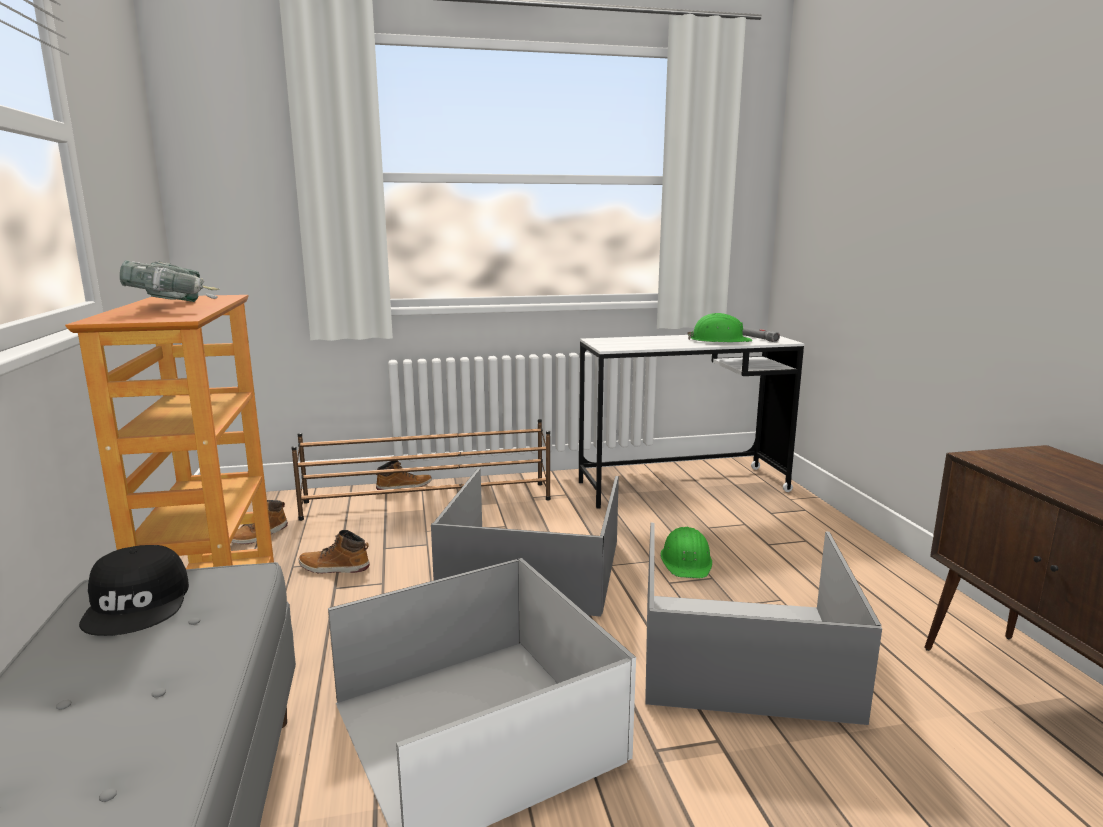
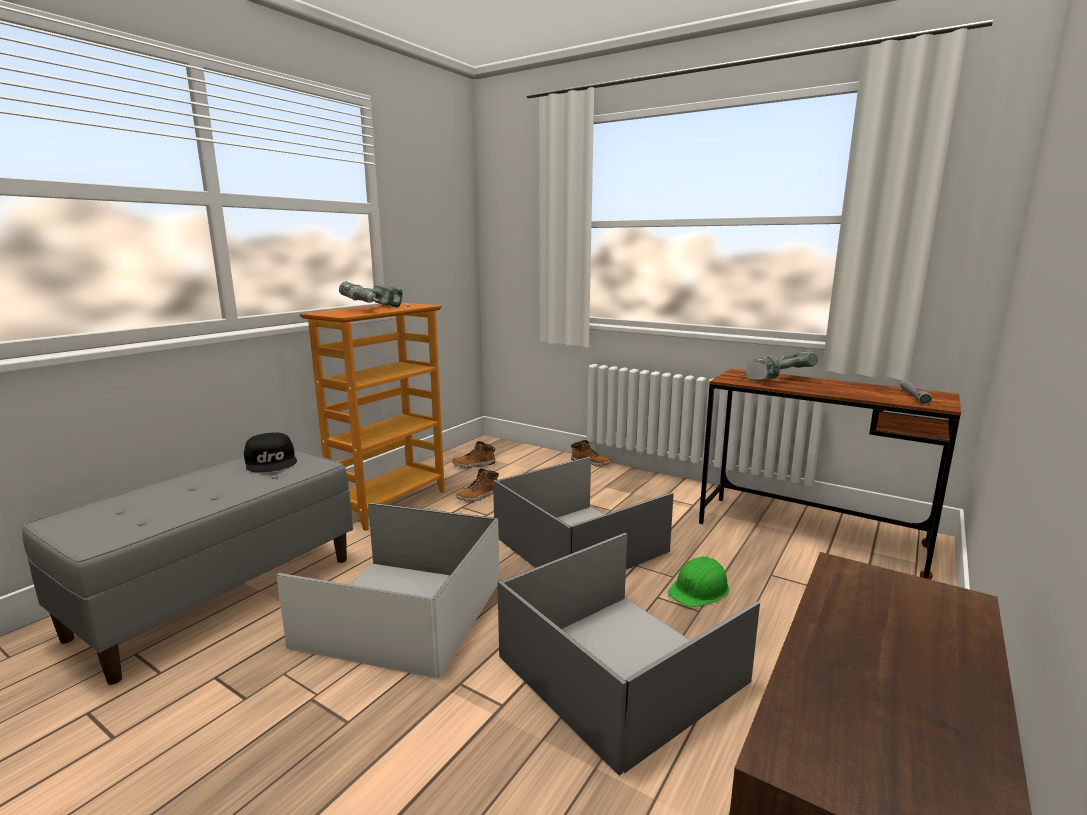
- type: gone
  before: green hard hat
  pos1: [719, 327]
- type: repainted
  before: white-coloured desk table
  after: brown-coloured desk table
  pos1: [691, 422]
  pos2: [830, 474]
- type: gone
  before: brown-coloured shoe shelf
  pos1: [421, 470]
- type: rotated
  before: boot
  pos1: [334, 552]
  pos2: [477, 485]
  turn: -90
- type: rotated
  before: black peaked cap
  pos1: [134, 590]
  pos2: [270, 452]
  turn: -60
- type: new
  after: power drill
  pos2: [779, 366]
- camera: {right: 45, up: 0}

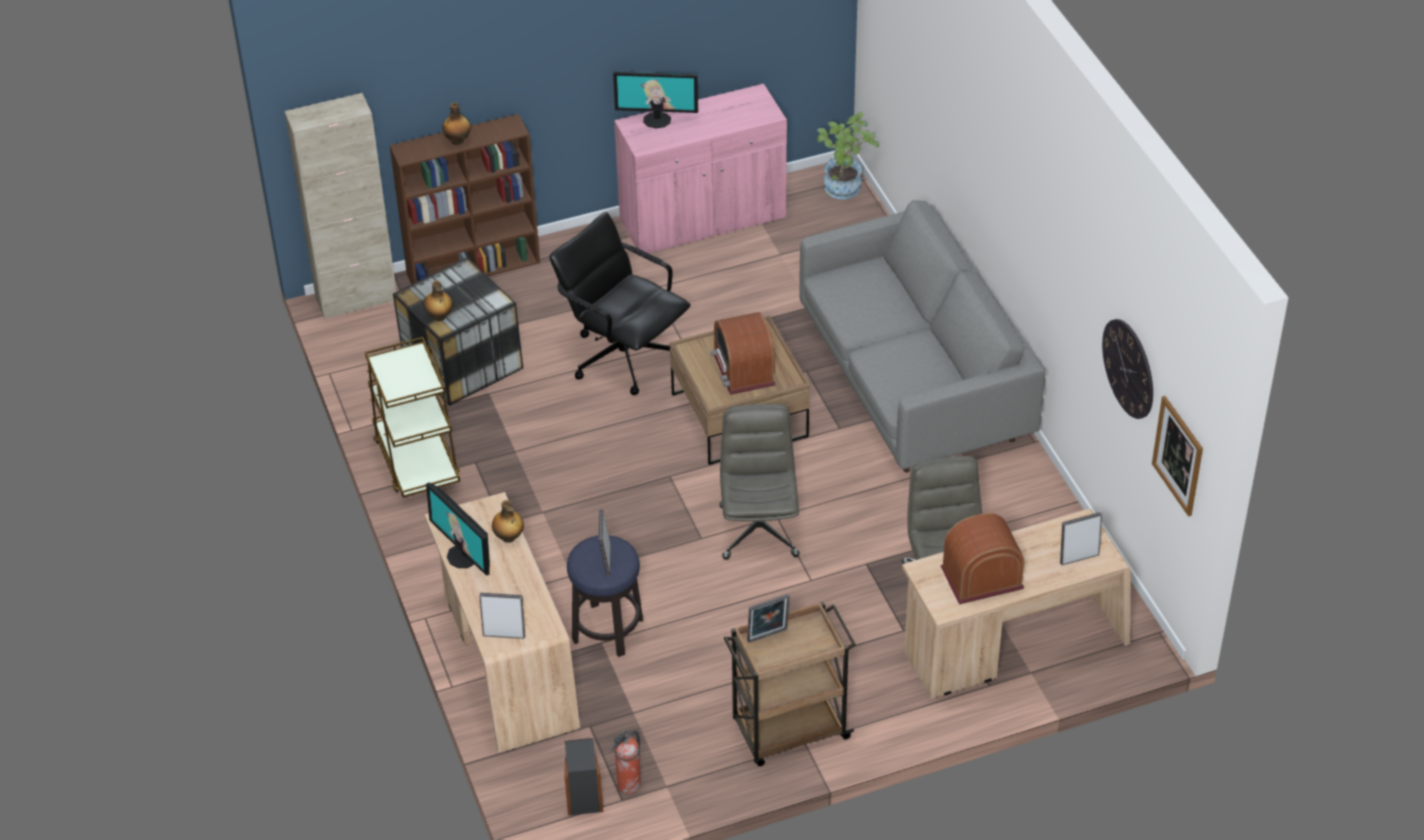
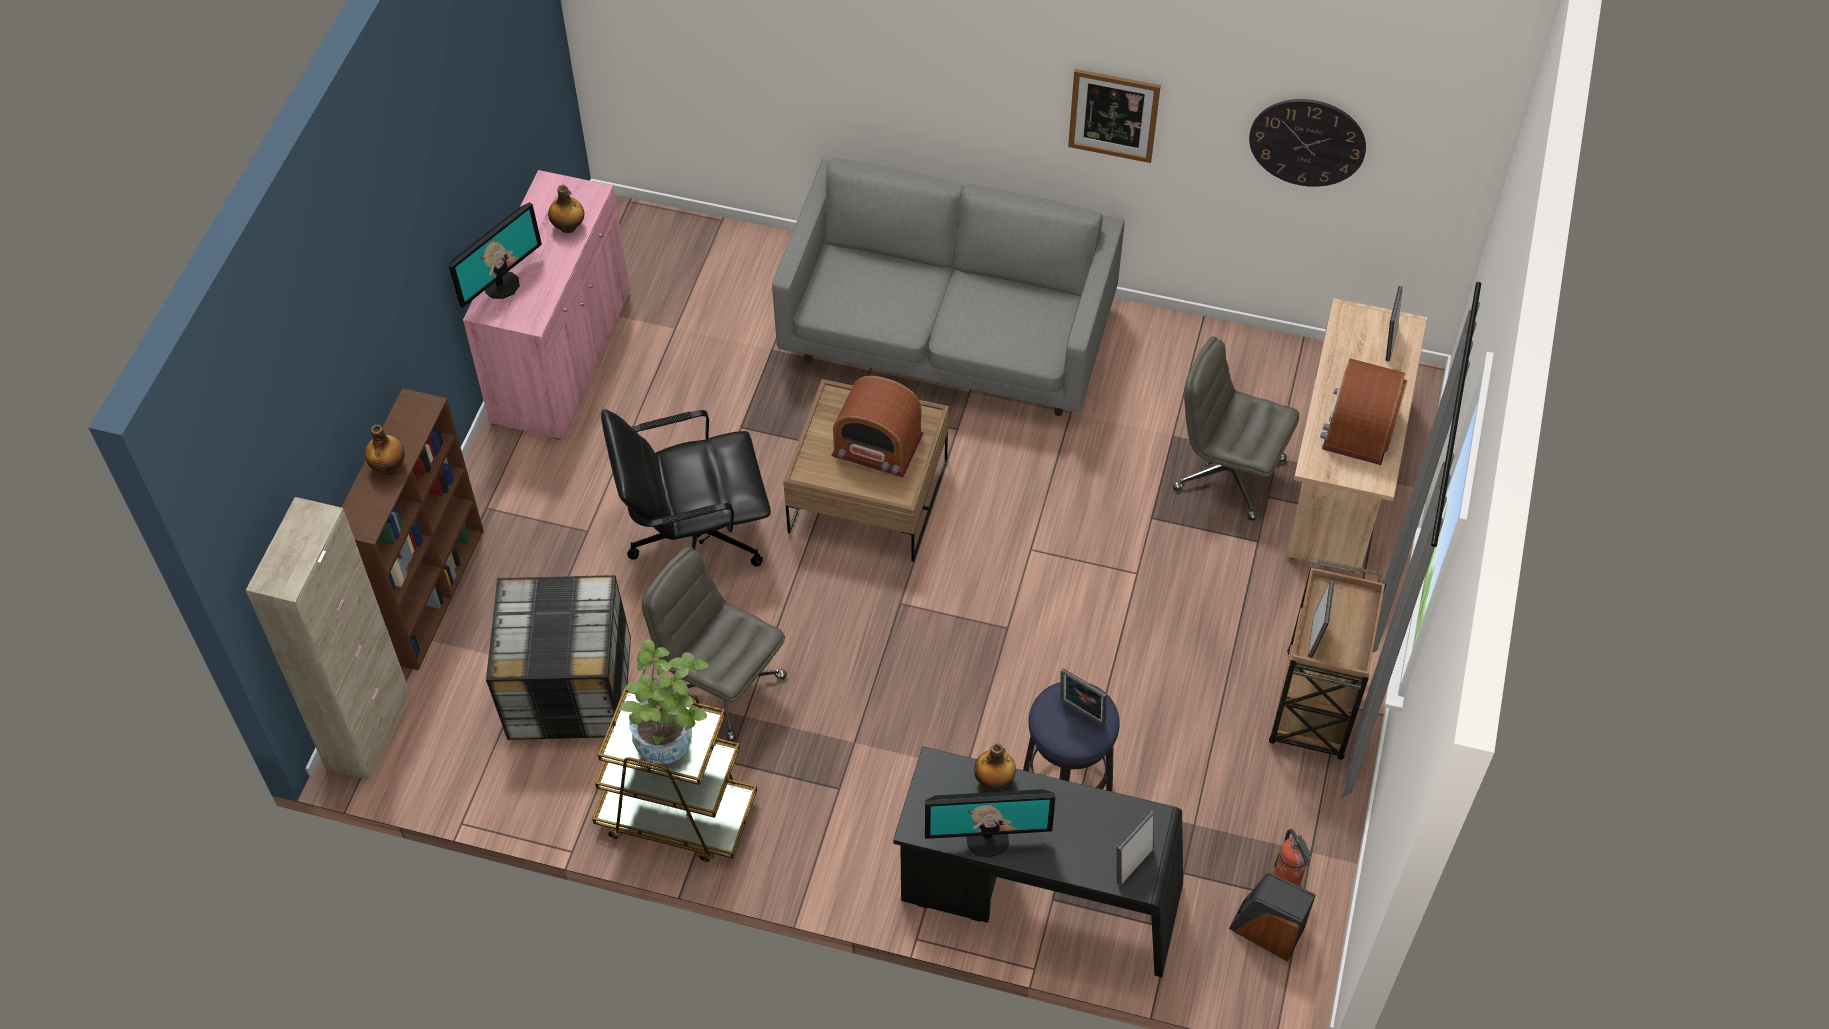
- type: shifted
  before: potted plant
  pos1: [848, 155]
  pos2: [664, 701]
- type: shifted
  before: drink bottle
  pos1: [438, 301]
  pos2: [566, 209]
- type: shifted
  before: wall picture
  pos1: [1177, 456]
  pos2: [1114, 116]
- type: shifted
  before: grey office chair
  pos1: [760, 482]
  pos2: [714, 644]
- type: repainted
  before: beige desk table
  after: black desk table
  pos1: [502, 622]
  pos2: [1038, 861]
- camera: {right: -55, up: 10}

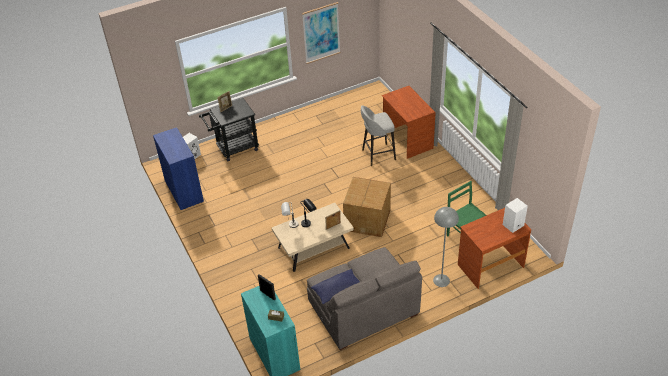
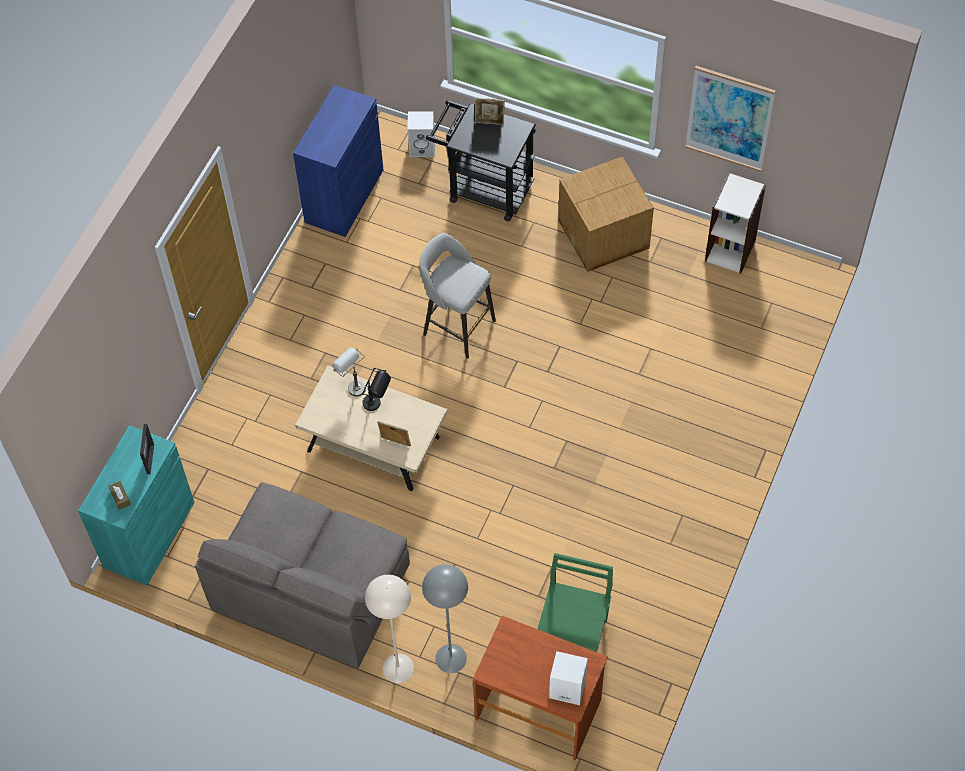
- type: gone
  before: brown-coloured desk table
  pos1: [409, 122]
- type: shifted
  before: grey stool
  pos1: [378, 135]
  pos2: [457, 296]
- type: shifted
  before: packing box
  pos1: [367, 207]
  pos2: [606, 214]
- type: gone
  before: blue-coloured throw pillow
  pos1: [335, 286]
- type: new
  after: shelving unit
  pos2: [735, 223]
- type: new
  after: beige floor lamp
  pos2: [389, 629]
- camera: {right: 50, up: 15}

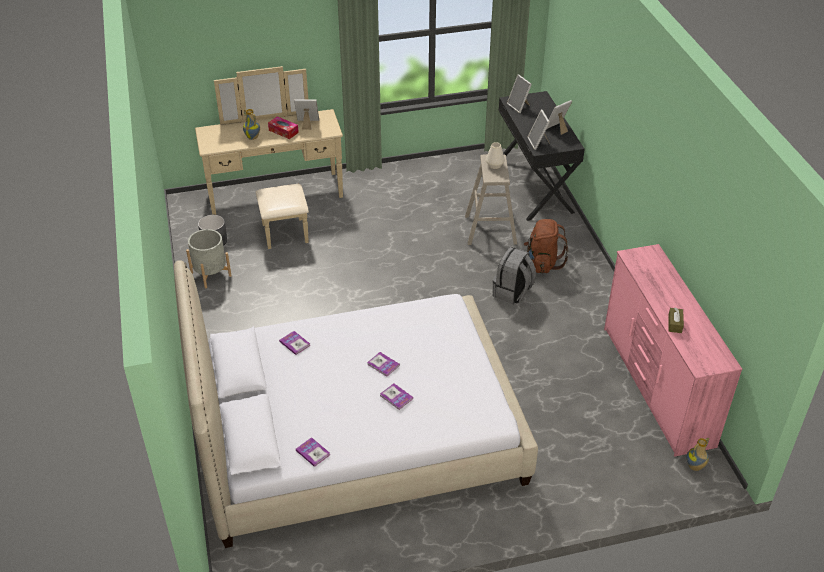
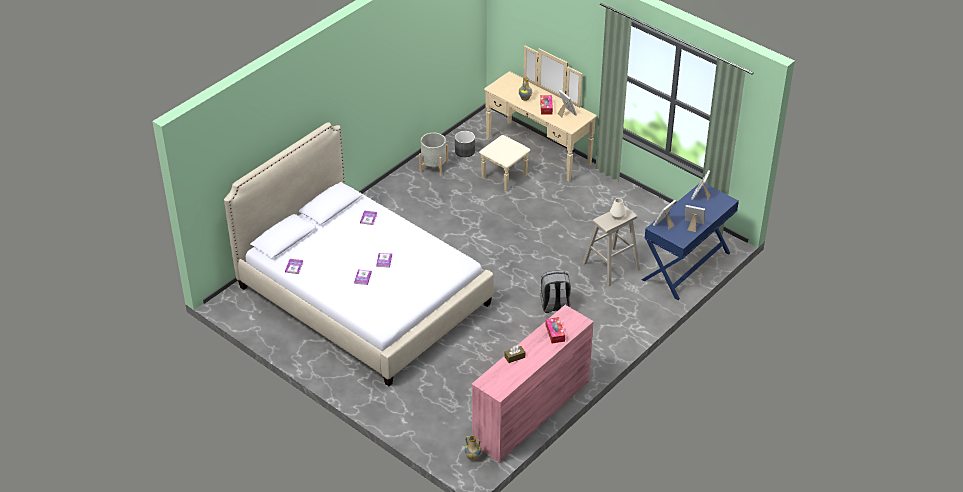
- type: repainted
  before: black desk table
  after: blue-coloured desk table
  pos1: [542, 156]
  pos2: [690, 241]
- type: gone
  before: brown-coloured rucksack
  pos1: [546, 246]
- type: new
  after: box of tissues
  pos2: [555, 330]
- camera: {right: 55, up: 0}

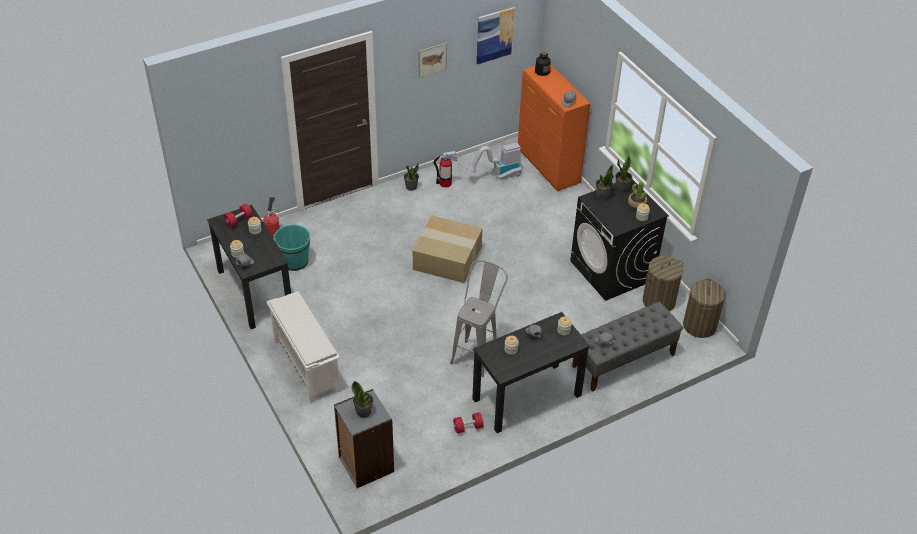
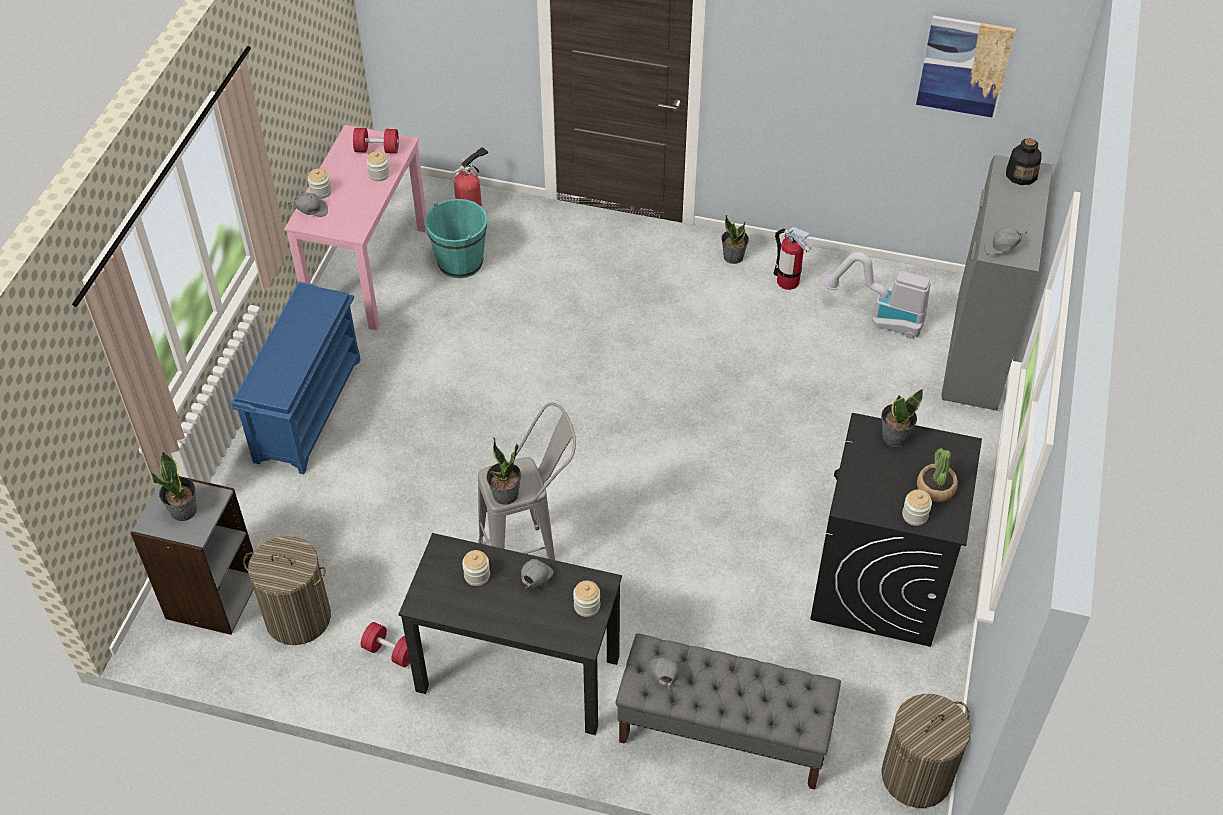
- type: gone
  before: wall picture
  pos1: [432, 60]
- type: repainted
  before: orangey cabinet
  after: grey cabinet
  pos1: [554, 127]
  pos2: [996, 283]
- type: shifted
  before: potted plant
  pos1: [623, 173]
  pos2: [504, 471]
- type: repainted
  before: black desk table
  after: pink-coloured desk table
  pos1: [249, 267]
  pos2: [355, 227]
- type: gone
  before: packing box
  pos1: [447, 249]
- type: shifted
  before: laundry basket
  pos1: [663, 283]
  pos2: [287, 590]
- type: repainted
  before: white-coloured shoe shelf
  after: blue-coloured shoe shelf
  pos1: [303, 347]
  pos2: [296, 378]
- camera: {right: 45, up: 5}

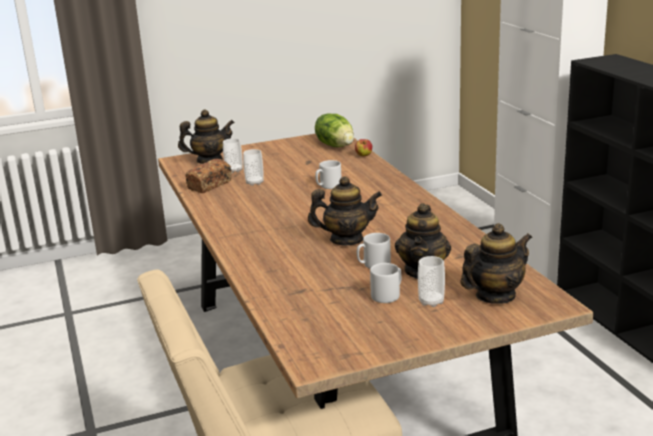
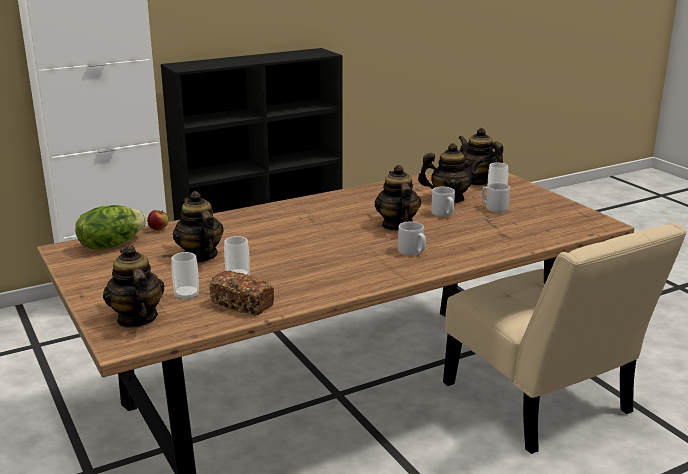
- type: shifted
  before: grey mug
  pos1: [328, 174]
  pos2: [412, 238]
- type: new
  after: teapot
  pos2: [198, 227]
- camera: {right: -100, up: 0}

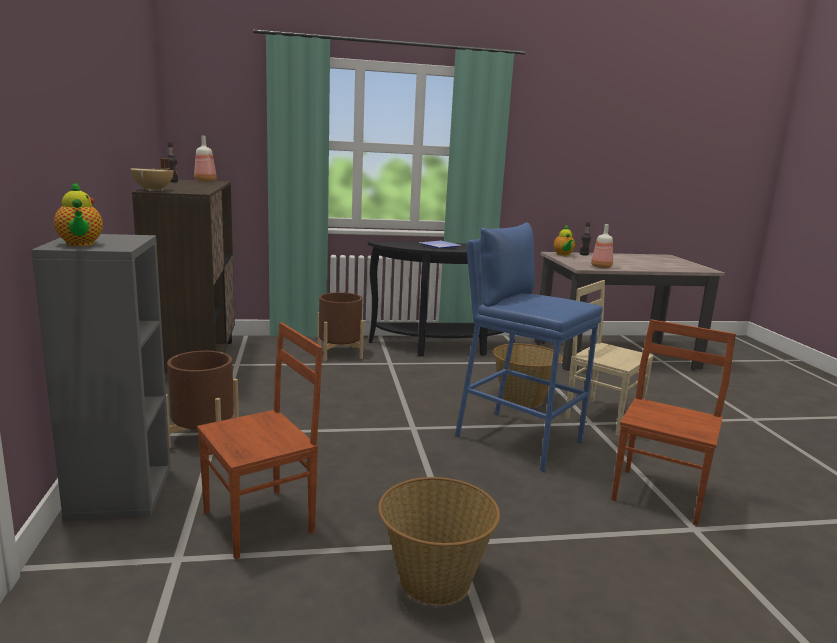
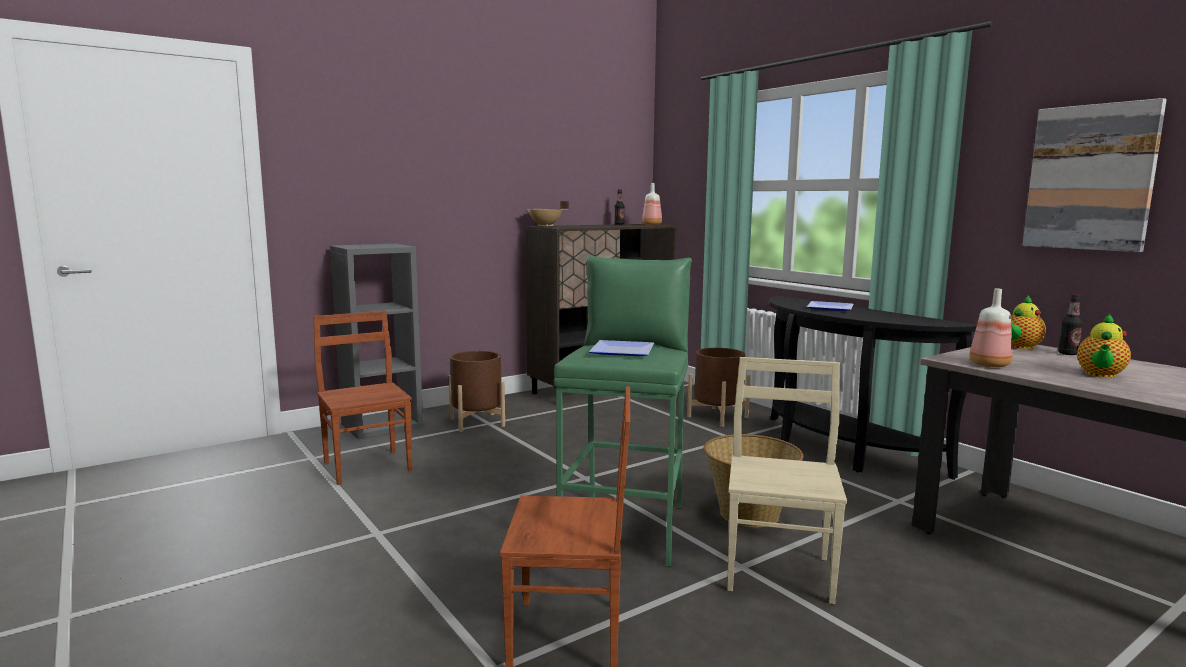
- type: shifted
  before: teapot
  pos1: [78, 213]
  pos2: [1104, 346]
- type: repainted
  before: blue-coloured stool
  after: green stool
  pos1: [529, 347]
  pos2: [623, 411]
- type: rotated
  before: brown-coloured upright chair
  pos1: [259, 441]
  pos2: [362, 398]
  turn: -150
- type: gone
  before: household basket
  pos1: [439, 541]
- type: new
  after: wall picture
  pos2: [1094, 175]
- type: new
  after: plate
  pos2: [621, 348]
- camera: {right: 65, up: -5}

